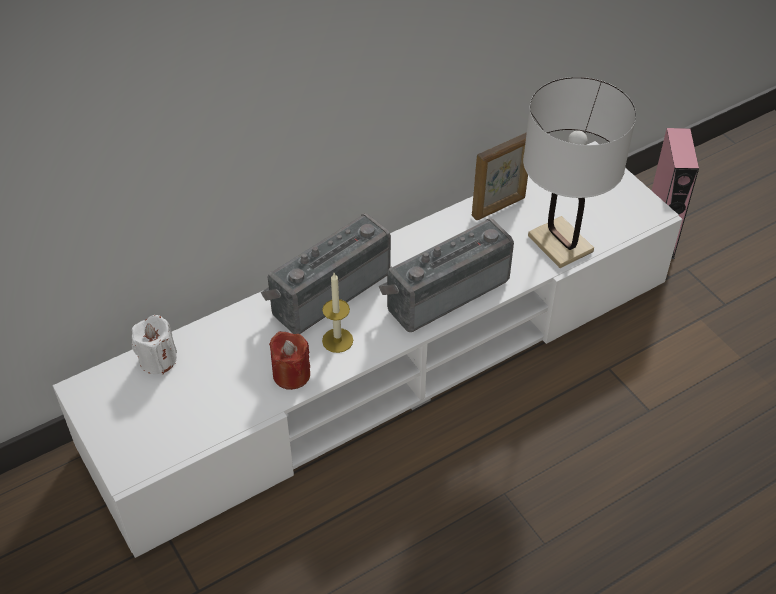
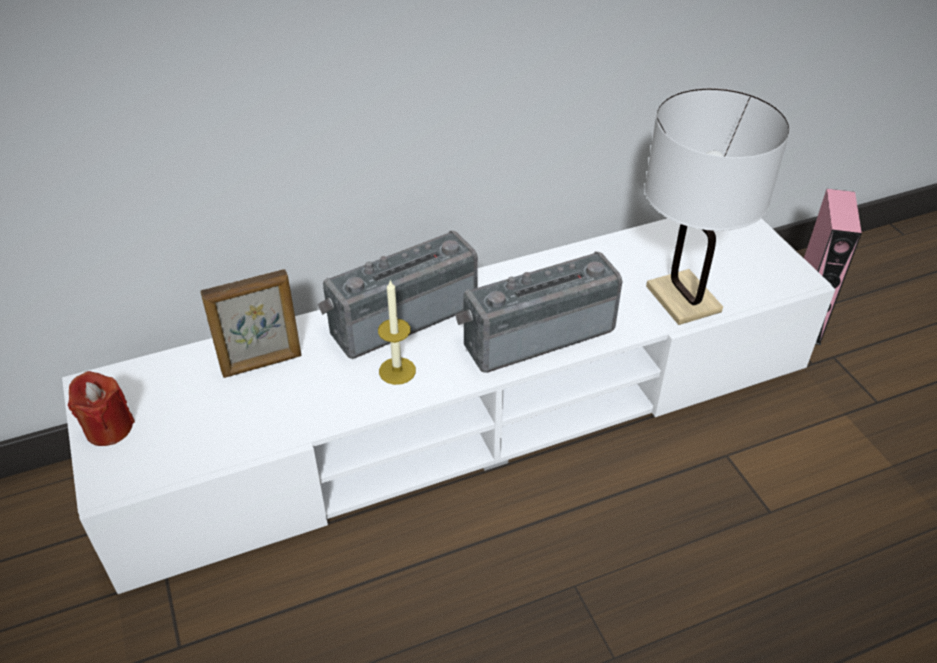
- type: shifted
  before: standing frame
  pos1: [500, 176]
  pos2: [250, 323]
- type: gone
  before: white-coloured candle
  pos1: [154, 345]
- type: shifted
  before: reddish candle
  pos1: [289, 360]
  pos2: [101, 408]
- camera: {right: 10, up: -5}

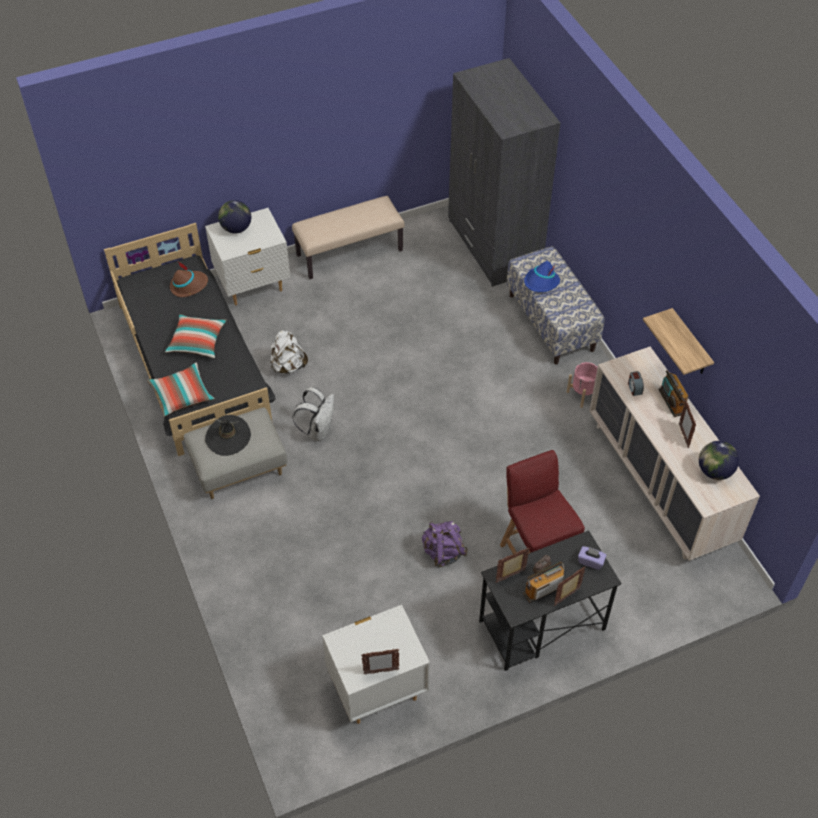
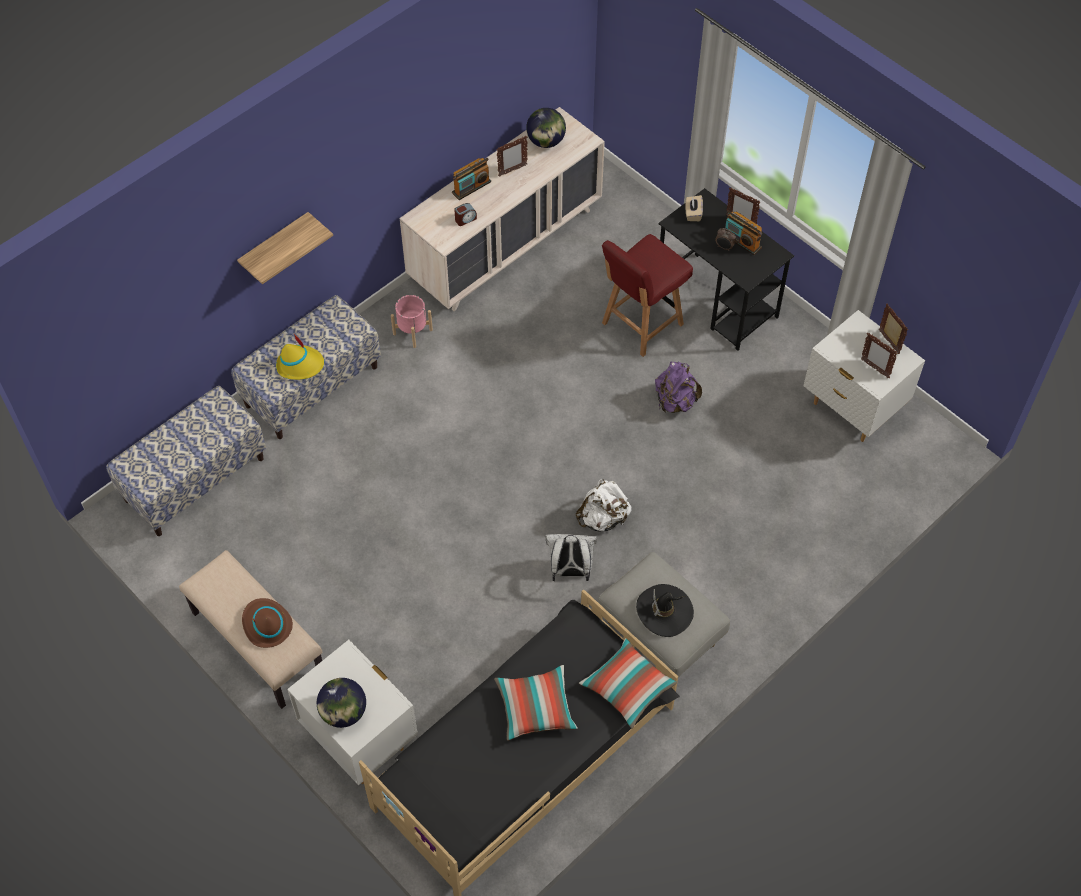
- type: swapped
  before: grey clothes cupboard
  after: bench
  pos1: [504, 172]
  pos2: [186, 461]
- type: repainted
  before: blue-coloured hat
  after: yellowish hat
  pos1: [542, 276]
  pos2: [300, 357]
- type: shifted
  before: brown-coloured hat
  pos1: [189, 279]
  pos2: [267, 623]
- type: shifted
  before: bracket shelf
  pos1: [678, 341]
  pos2: [285, 248]
- type: shifted
  before: white-coloured rucksack
  pos1: [289, 352]
  pos2: [603, 505]
- type: repainted
  before: purple box of tissues
  after: beige box of tissues
  pos1: [592, 558]
  pos2: [694, 208]
- type: shifted
  before: standing frame
  pos1: [513, 565]
  pos2: [879, 355]
- camera: {right: -110, up: 5}

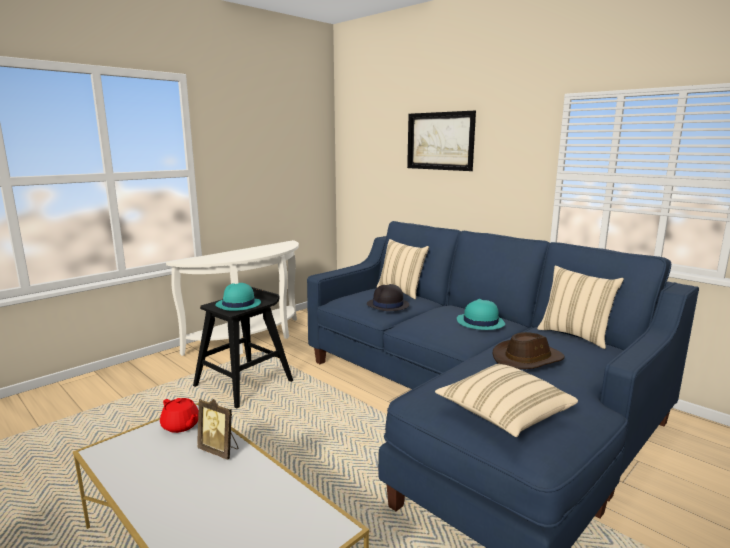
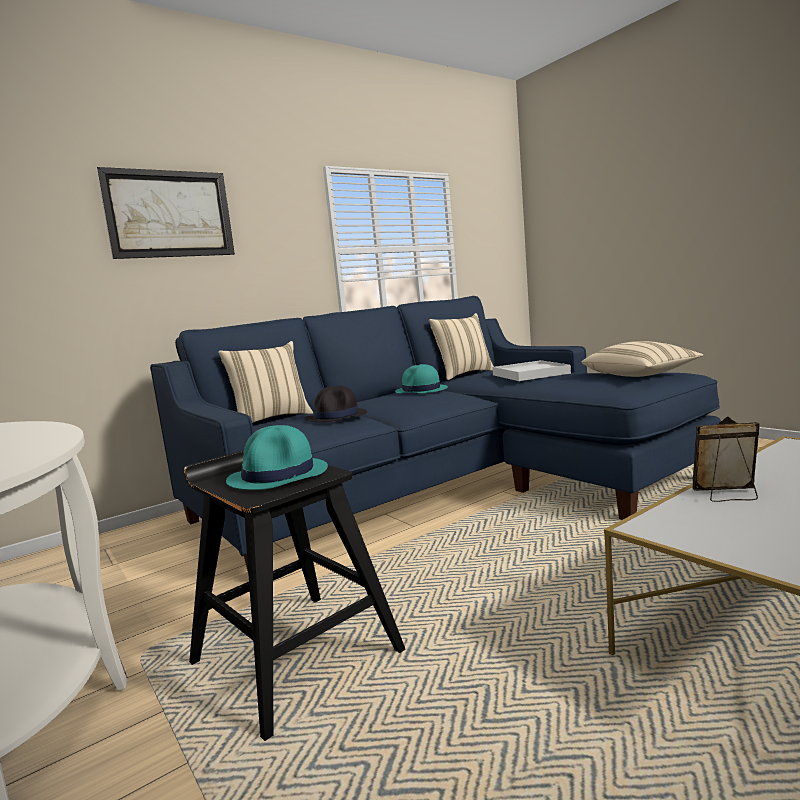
- type: swapped
  before: brown-coloured hat
  after: white-coloured tray
  pos1: [529, 350]
  pos2: [531, 370]
- type: gone
  before: reddish teapot
  pos1: [179, 415]
- type: rotated
  before: standing frame
  pos1: [217, 429]
  pos2: [726, 459]
  turn: -120
- camera: {right: -80, up: -5}

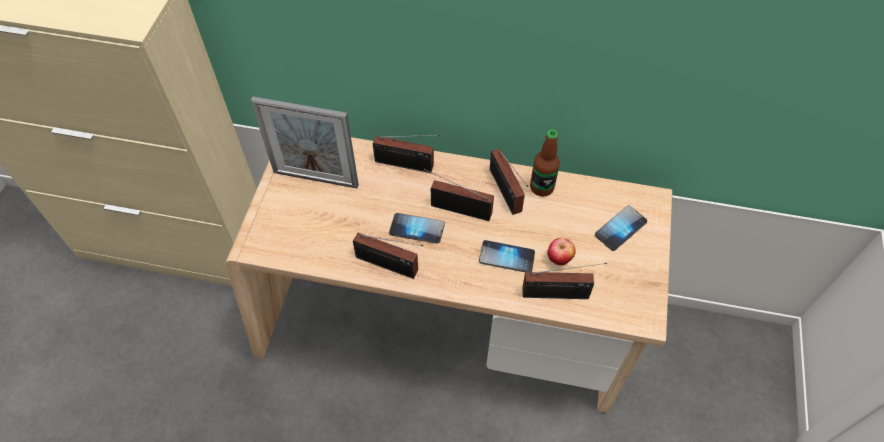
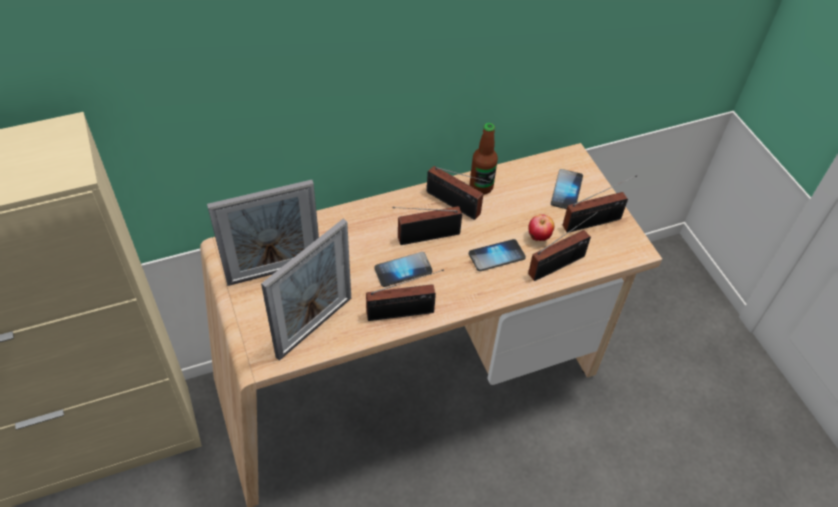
- type: shifted
  before: radio receiver
  pos1: [406, 153]
  pos2: [600, 203]
- type: new
  after: standing frame
  pos2: [306, 290]
- camera: {right: -35, up: -5}

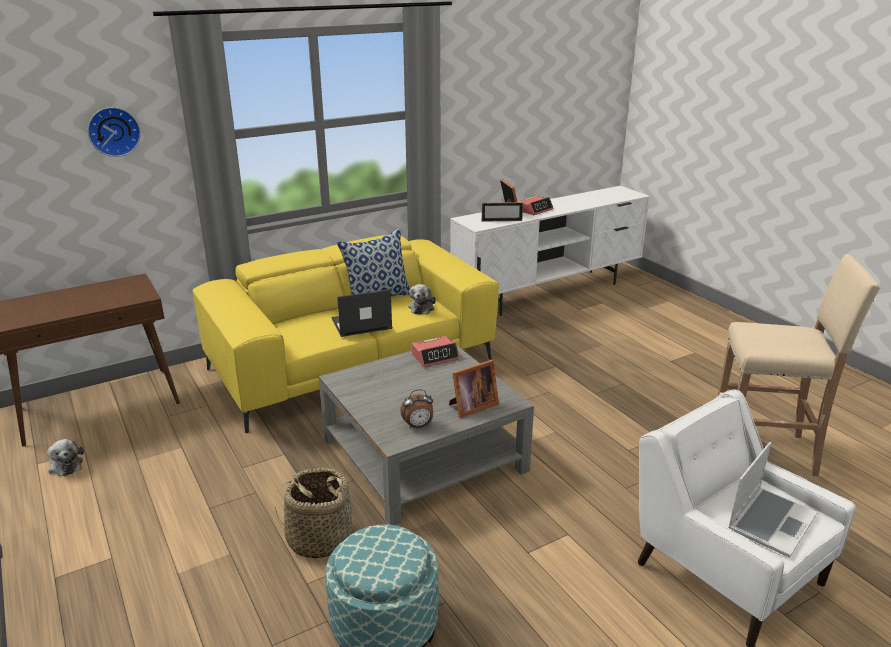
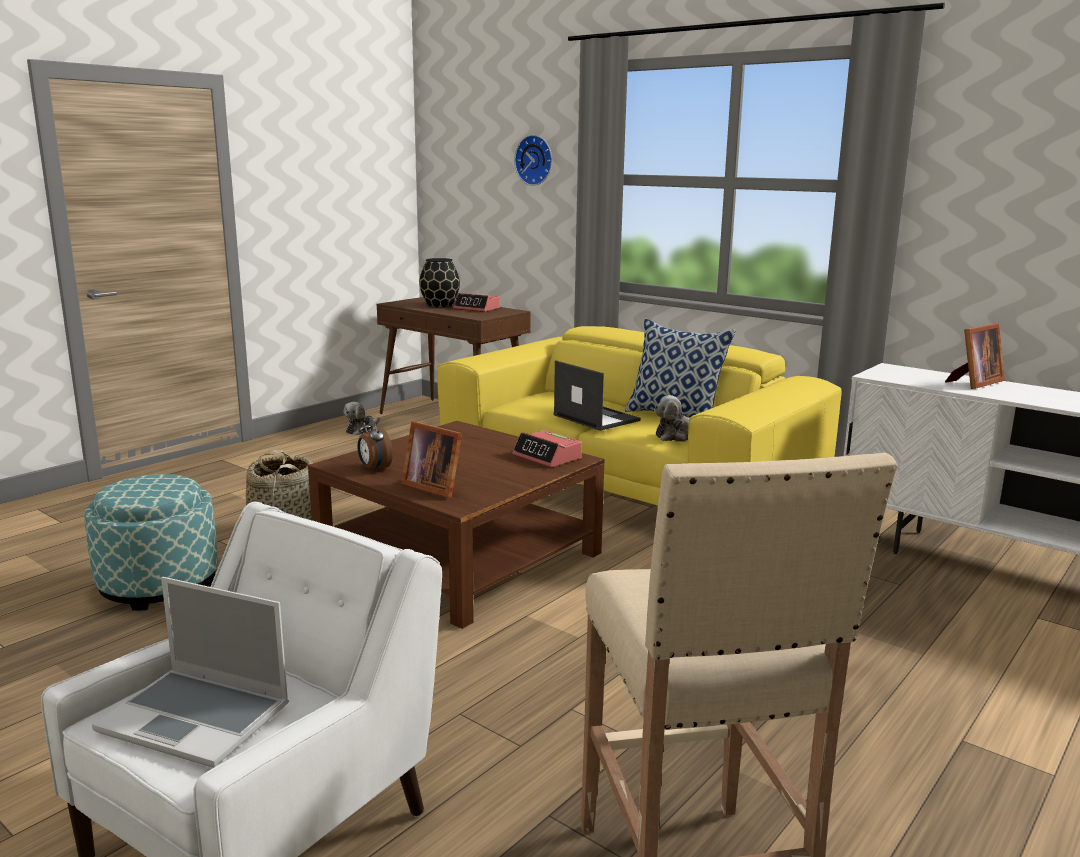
- type: shifted
  before: alarm clock
  pos1: [535, 205]
  pos2: [476, 302]
- type: gone
  before: standing frame
  pos1: [502, 212]
- type: repainted
  before: grey coffee table
  after: brown-coloured coffee table
  pos1: [426, 435]
  pos2: [456, 525]
- type: new
  after: black flower vase
  pos2: [439, 282]
- camera: {right: 70, up: -10}

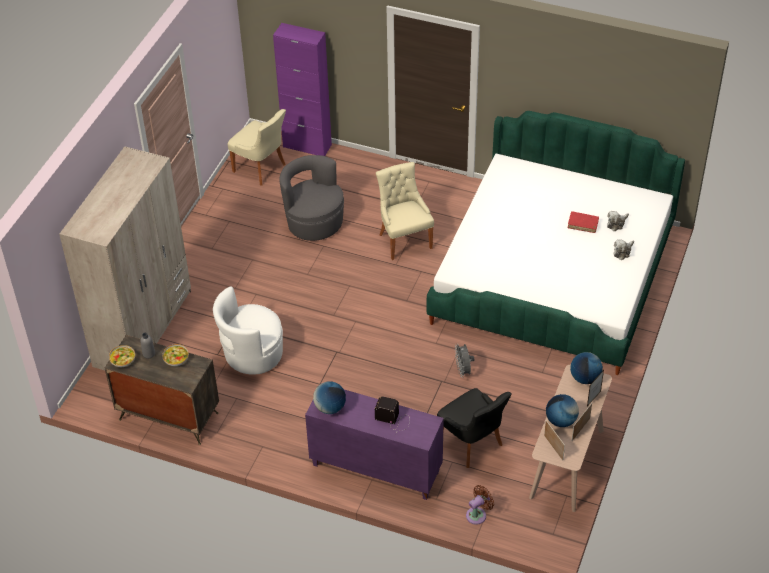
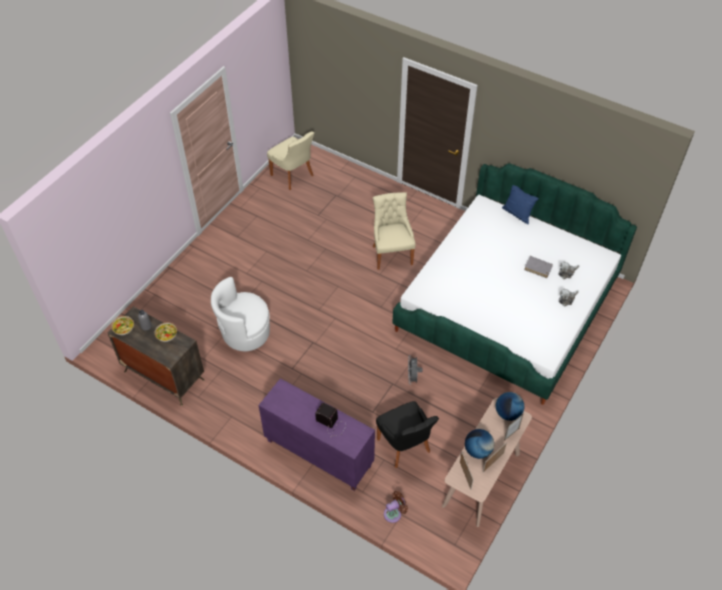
- type: gone
  before: purple cabinet
  pos1: [302, 89]
- type: gone
  before: beige clothes cupboard
  pos1: [125, 258]
- type: gone
  before: grey lounge chair
  pos1: [311, 198]
- type: repainted
  before: reddish volume
  after: grey volume
  pos1: [583, 222]
  pos2: [538, 267]
- type: gone
  before: globe
  pos1: [329, 397]
- type: new
  after: blue-coloured throw pillow
  pos2: [520, 204]
- camera: {right: 10, up: 5}

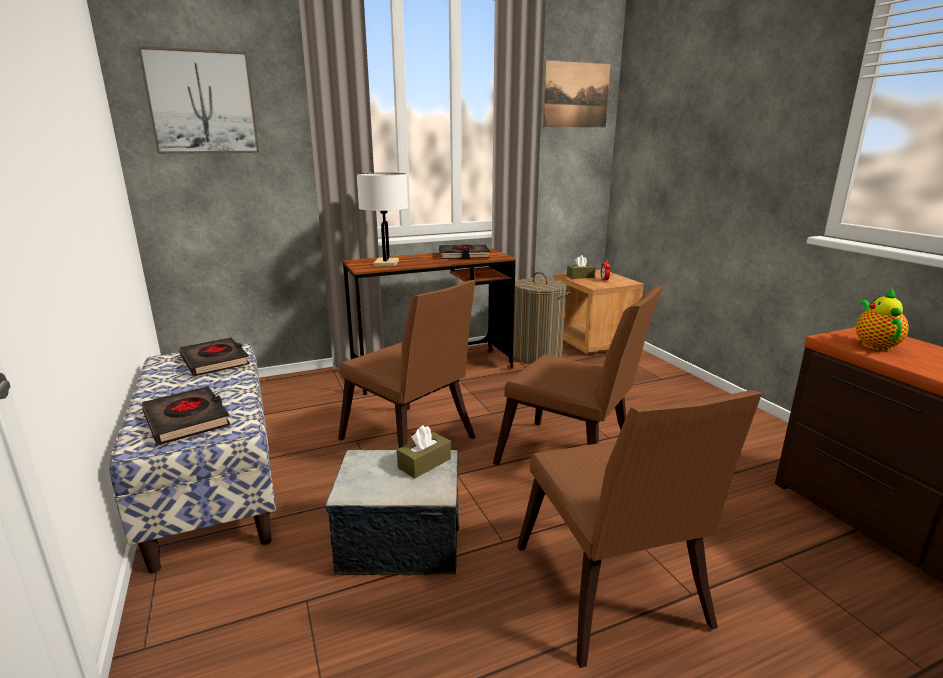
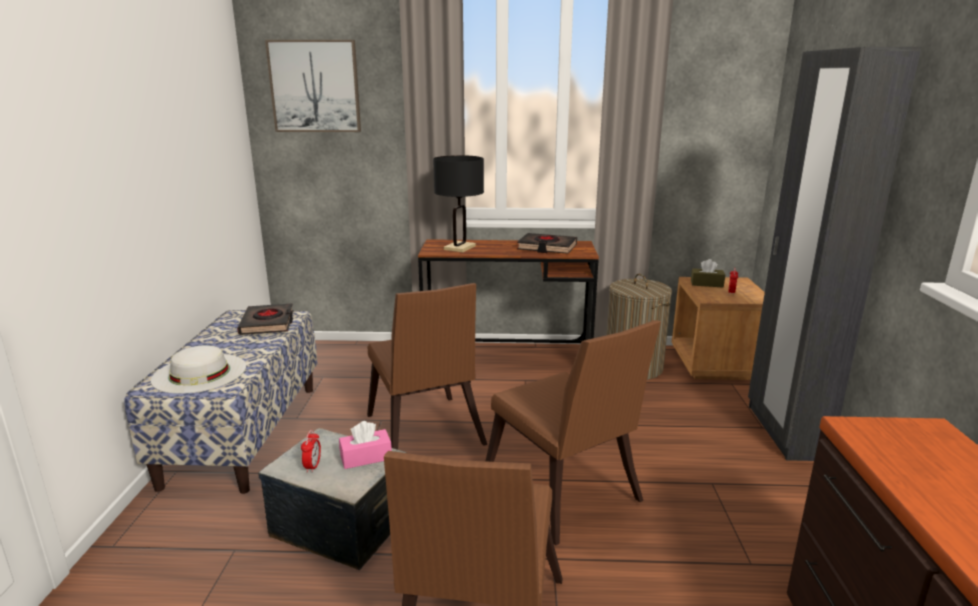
- type: gone
  before: wall picture
  pos1: [576, 94]
- type: repainted
  before: white-coloured tabletop lamp
  after: black tabletop lamp
  pos1: [382, 219]
  pos2: [458, 204]
- type: gone
  before: teapot
  pos1: [882, 319]
- type: swapped
  before: black volume
  after: white-coloured hat
  pos1: [186, 415]
  pos2: [198, 369]
- type: repainted
  before: brown-coloured box of tissues
  after: pink-coloured box of tissues
  pos1: [424, 452]
  pos2: [365, 445]
- type: new
  after: black clothes cupboard
  pos2: [834, 254]
- type: new
  after: alarm clock
  pos2: [311, 451]
- camera: {right: 25, up: 0}

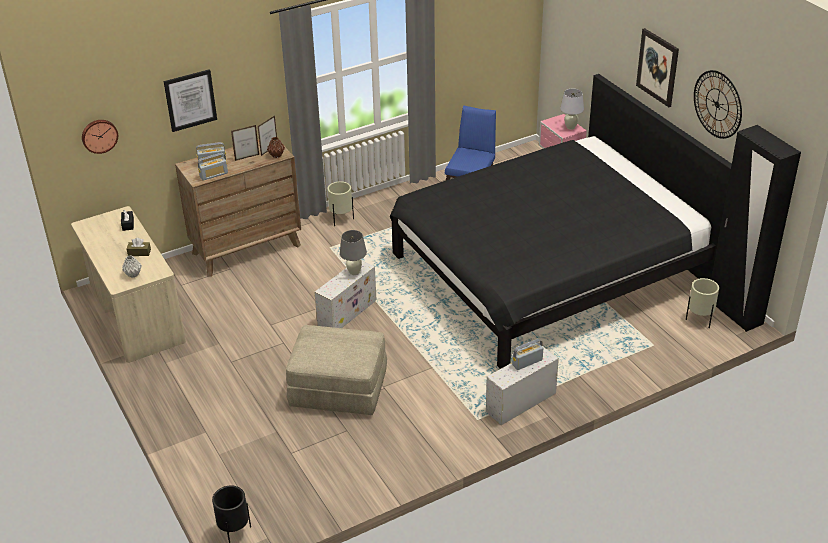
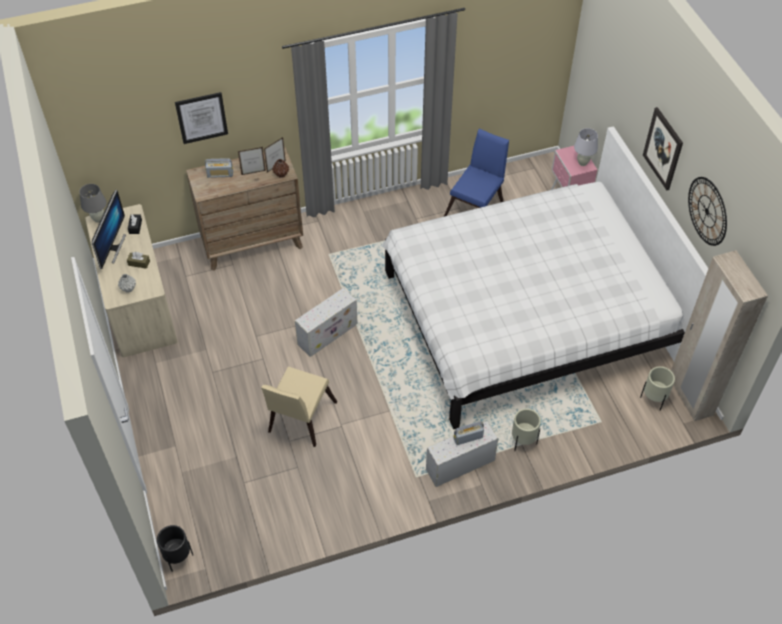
- type: repainted
  before: black bedroom bed
  after: white-coloured bedroom bed
  pos1: [561, 221]
  pos2: [545, 277]
- type: gone
  before: wall clock
  pos1: [100, 137]
- type: repainted
  before: black clothes cupboard
  after: beige clothes cupboard
  pos1: [756, 228]
  pos2: [719, 335]
- type: gone
  before: radio receiver
  pos1: [213, 167]
- type: shifted
  before: beige flower pot
  pos1: [340, 203]
  pos2: [526, 430]
- type: shifted
  before: grey tabletop lamp
  pos1: [353, 252]
  pos2: [92, 203]
- type: swapped
  before: beige pouffe
  after: beige upright chair
  pos1: [336, 370]
  pos2: [299, 406]
- type: new
  after: computer display
  pos2: [109, 229]
- camera: {right: 10, up: 15}

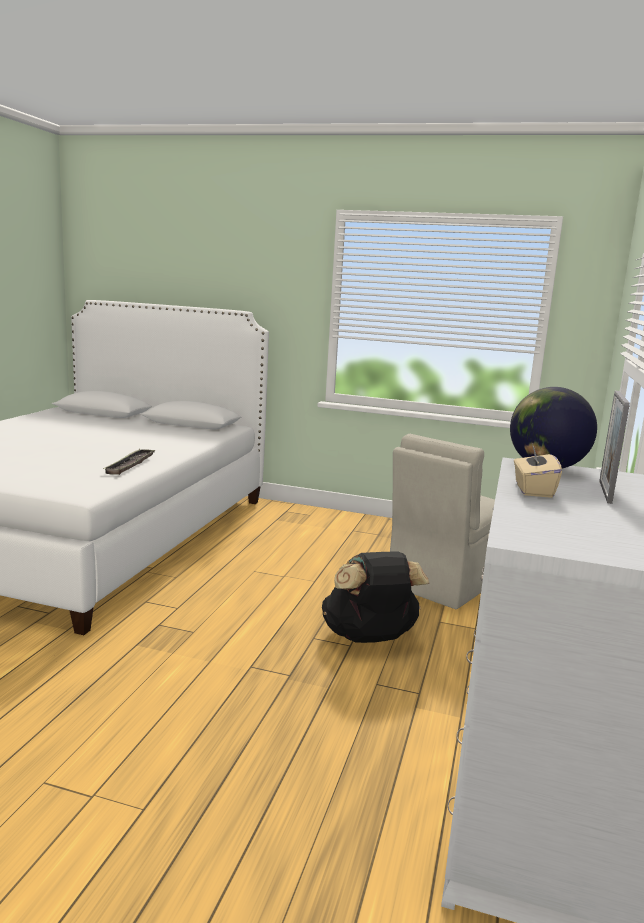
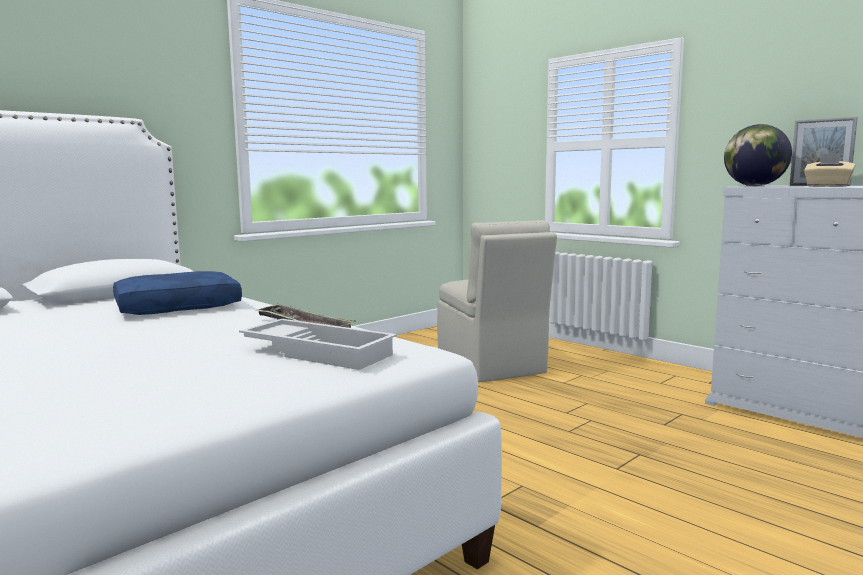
- type: gone
  before: black rucksack
  pos1: [376, 597]
- type: new
  after: blue-coloured throw pillow
  pos2: [177, 293]
- type: new
  after: white-coloured tray
  pos2: [318, 344]
- camera: {right: -60, up: -5}

